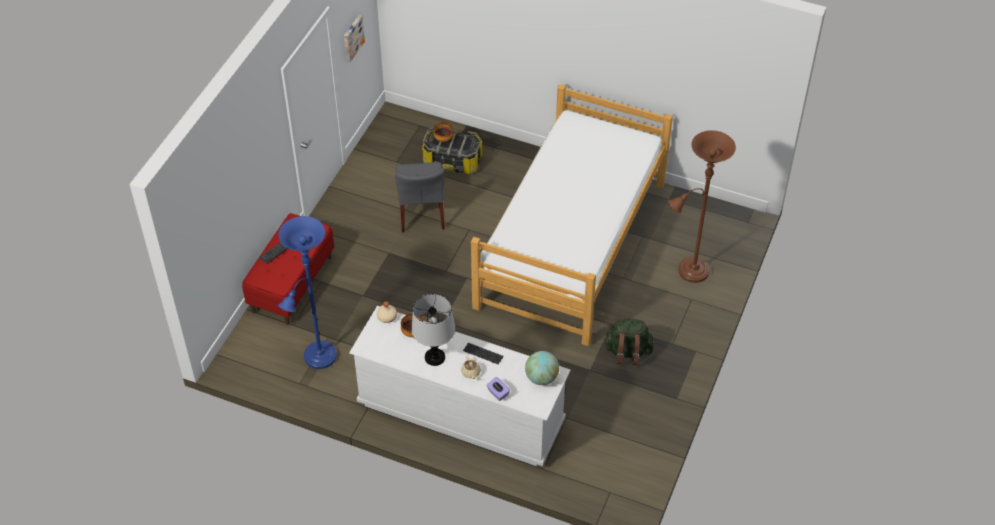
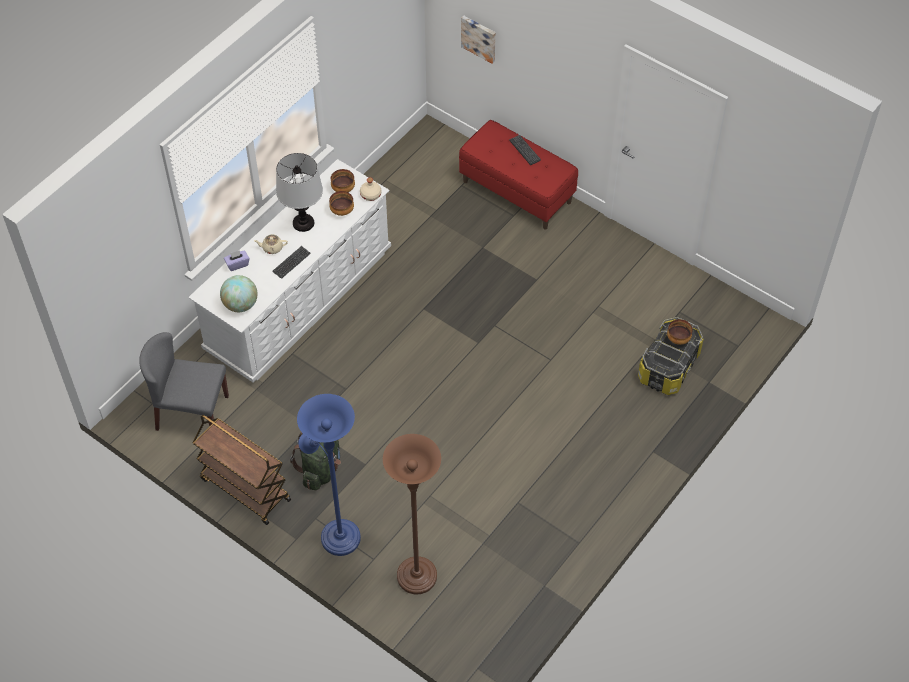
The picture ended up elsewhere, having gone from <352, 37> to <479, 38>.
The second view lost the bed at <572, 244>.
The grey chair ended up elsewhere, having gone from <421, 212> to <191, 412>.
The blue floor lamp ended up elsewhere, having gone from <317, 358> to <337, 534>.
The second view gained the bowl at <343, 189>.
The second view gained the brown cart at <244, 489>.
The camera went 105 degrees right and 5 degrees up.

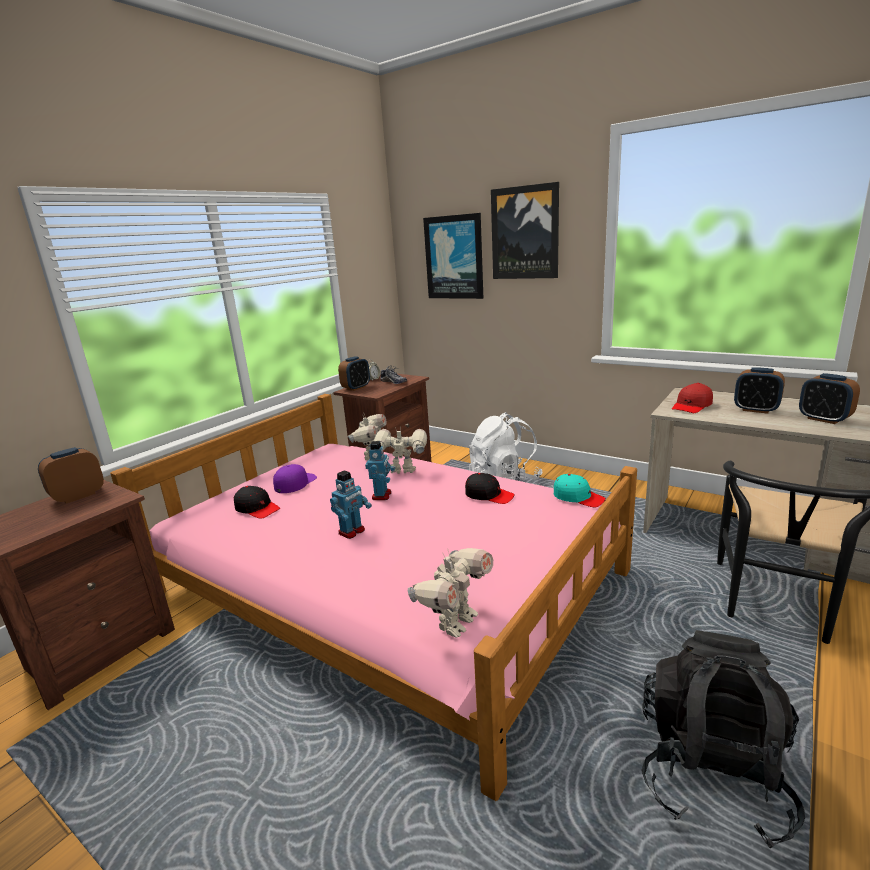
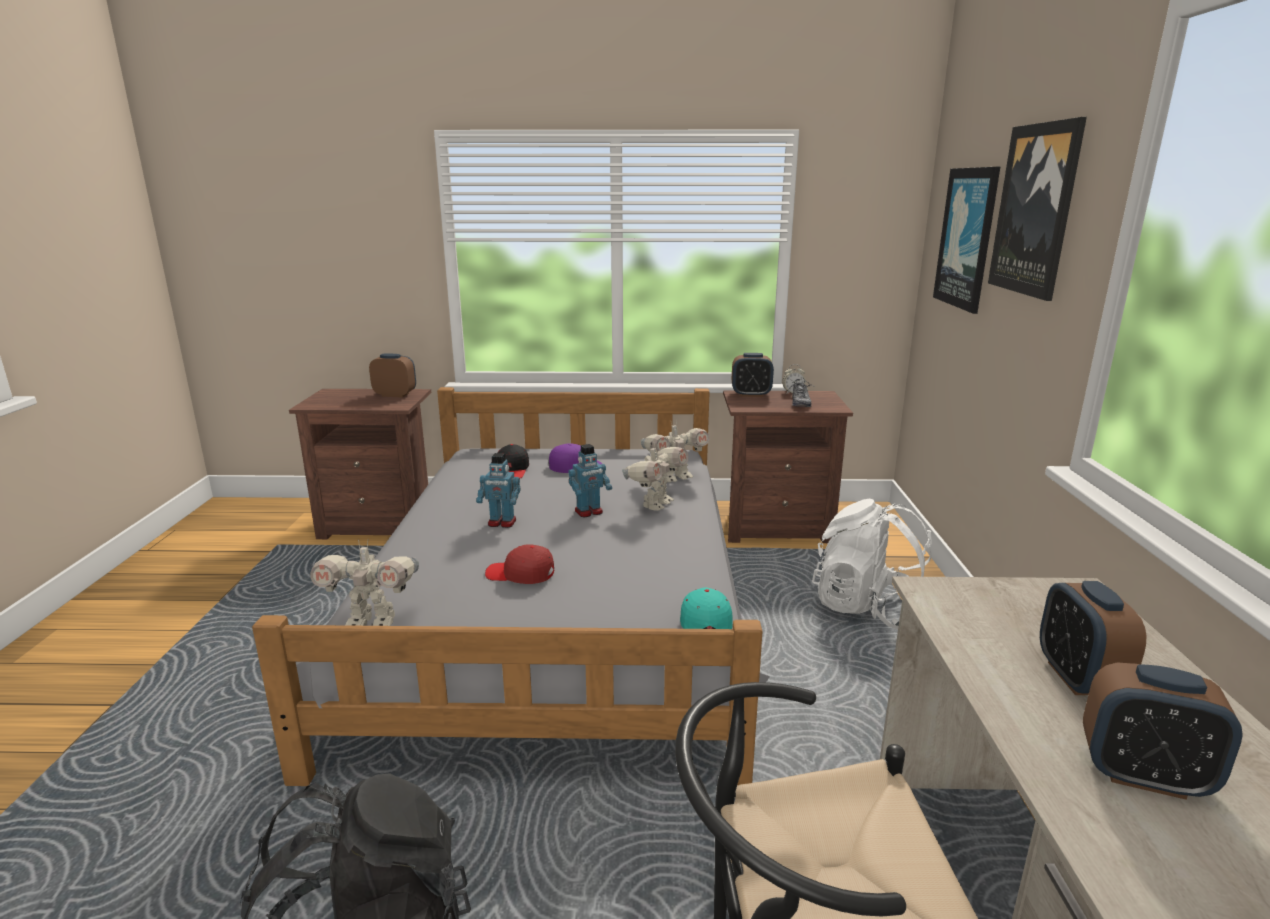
The alarm clock at <824, 419> ended up facing another way, 90 degrees counterclockwise from before.
The red cap ended up elsewhere, having gone from <692, 406> to <521, 574>.
What was the pink bed at <388, 583> turned into the grey bed at <557, 610>.
The toy robot at <402, 472> ended up facing another way, 60 degrees clockwise from before.
The second view lost the black cap at <489, 495>.
The camera went 55 degrees right and 0 degrees up.

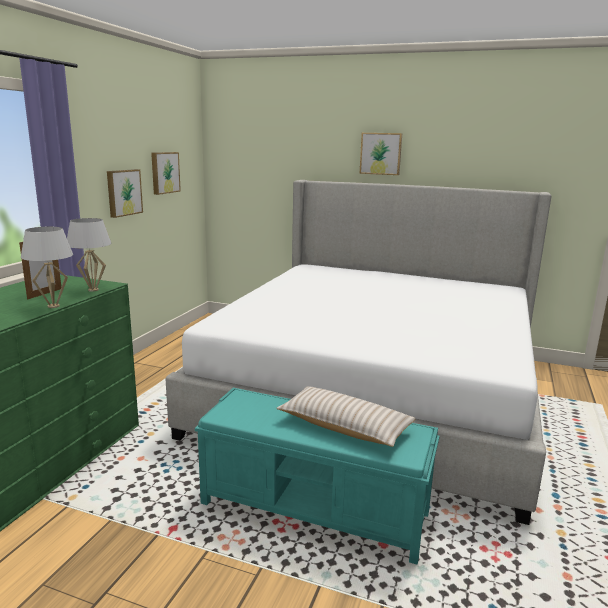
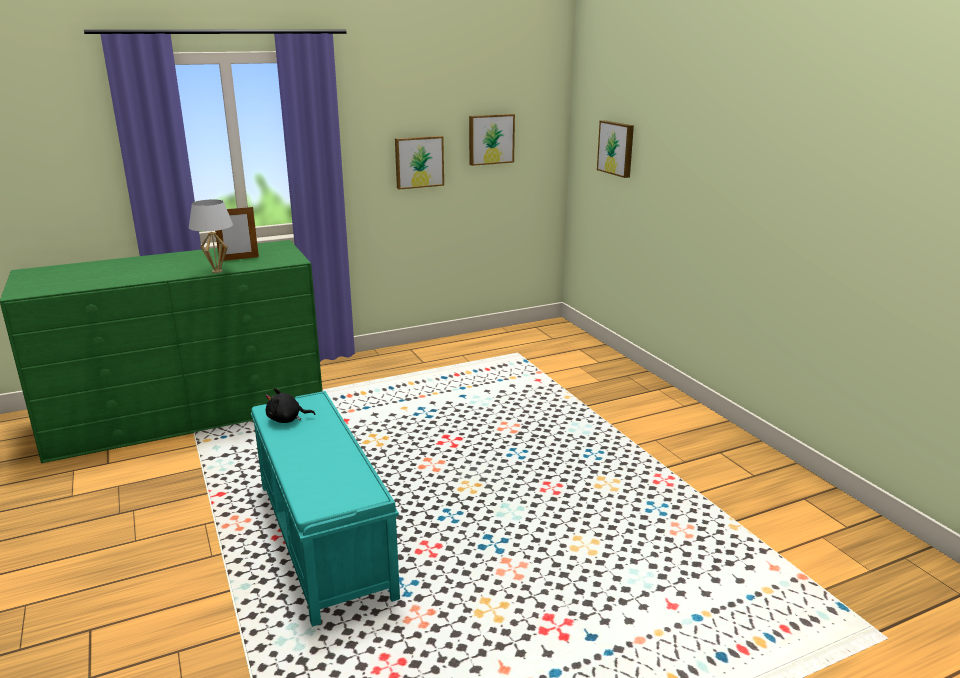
The picture ended up elsewhere, having gone from <381, 153> to <617, 148>.
The second view lost the bed at <375, 394>.
The second view lost the white table lamp at <93, 290>.
The second view lost the beige pillow at <344, 427>.
The second view gained the black plush toy at <287, 419>.
The camera went 45 degrees right and 5 degrees up.

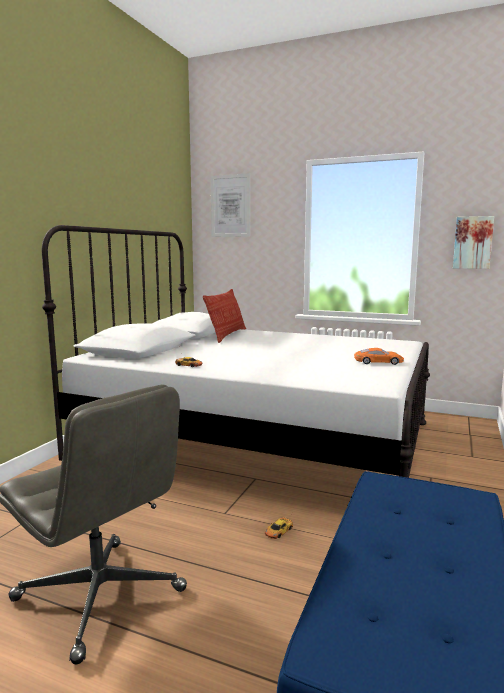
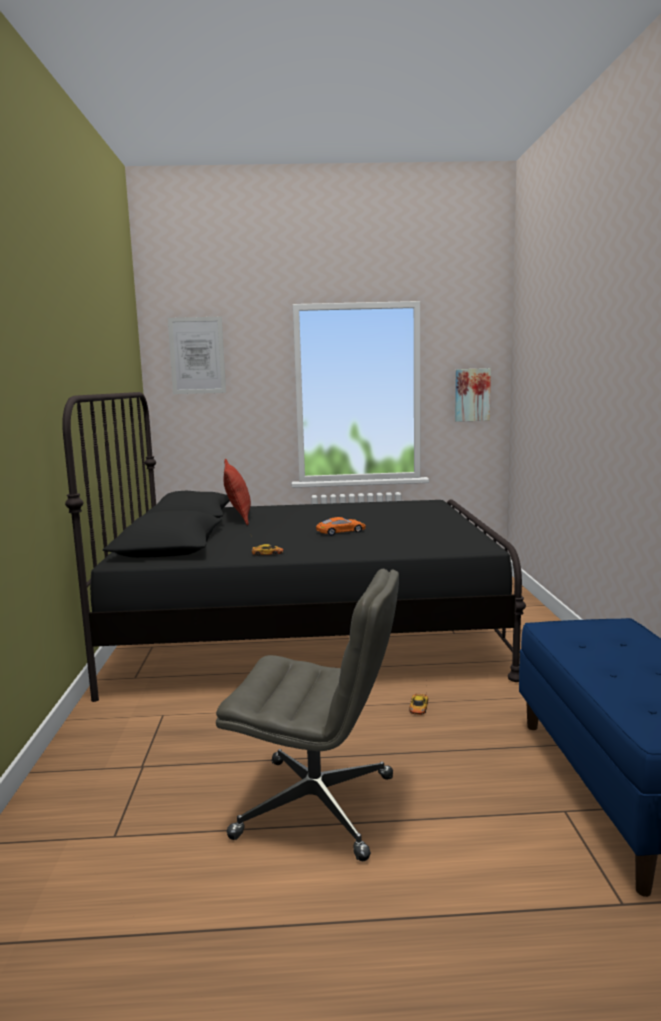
What was the white bed at <257, 440> turned into the black bed at <305, 631>.
The orange toy car ended up elsewhere, having gone from <378, 362> to <341, 531>.
The camera went 25 degrees left and 0 degrees up.

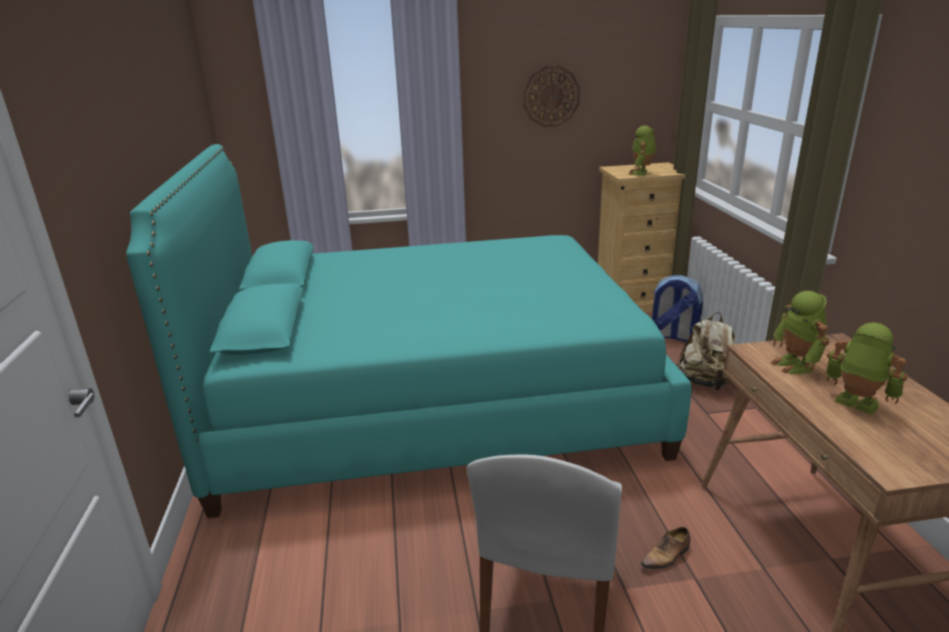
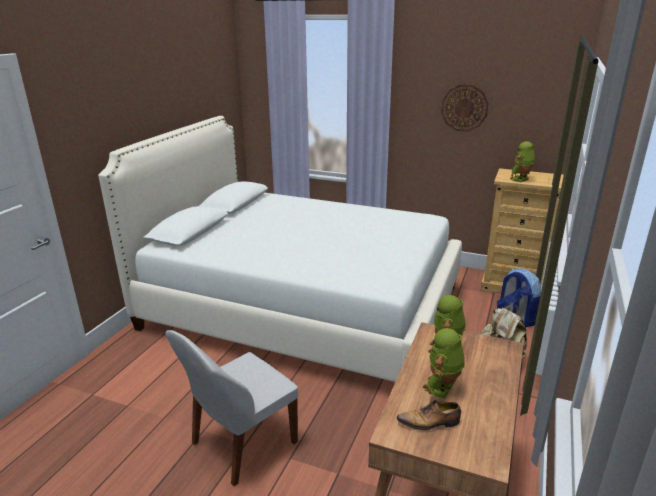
What was the turquoise bed at <433, 399> turned into the white bed at <303, 307>.
The toy robot at <855, 404> ended up facing another way, 135 degrees counterclockwise from before.
The shoe ended up elsewhere, having gone from <666, 556> to <430, 422>.
The camera went 30 degrees right and 0 degrees up.

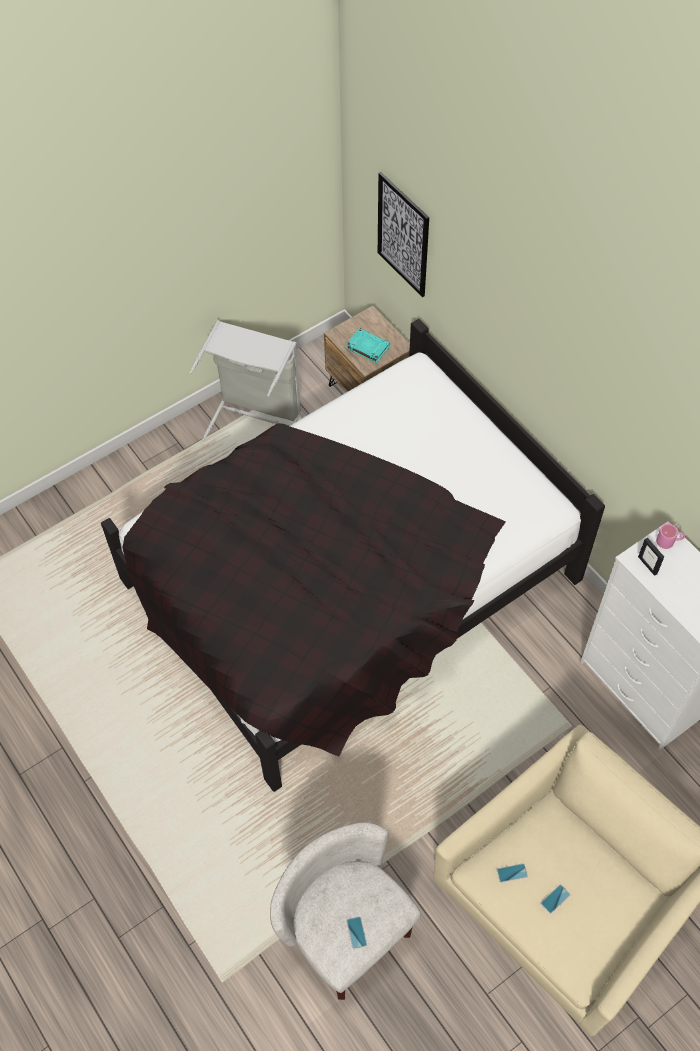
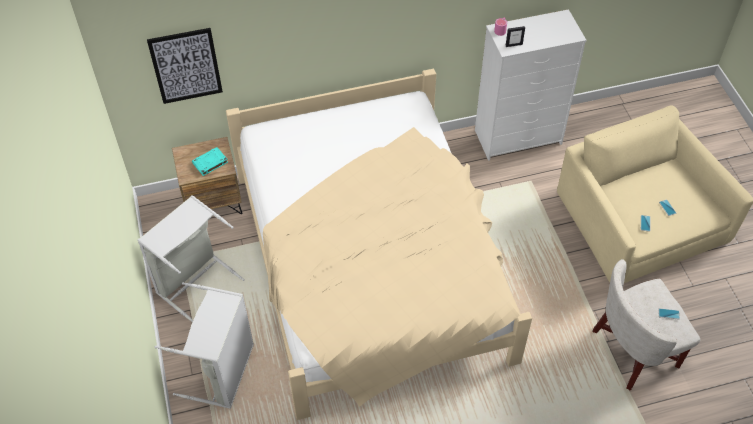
What was the black bed at <349, 582> turned into the beige bed at <372, 266>.
The second view gained the grey laundry basket at <223, 372>.
The camera went 70 degrees left and 5 degrees down.

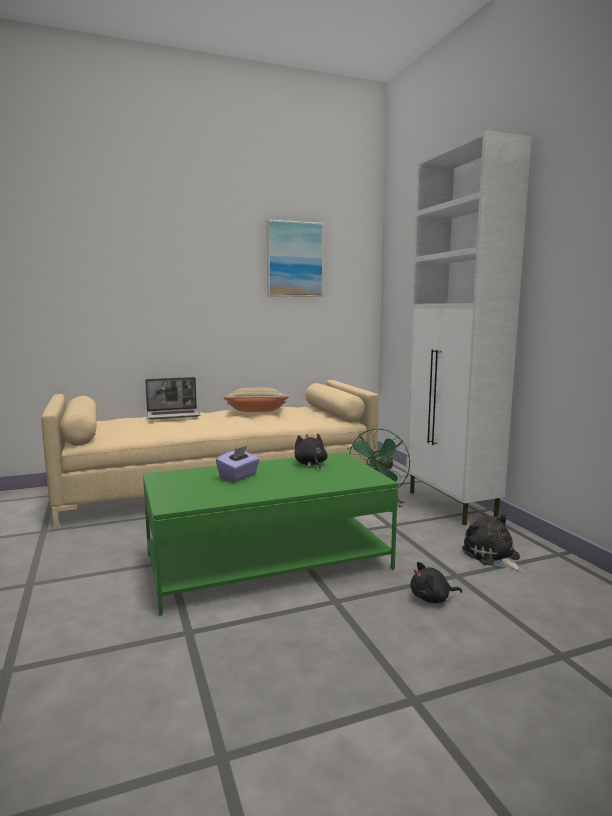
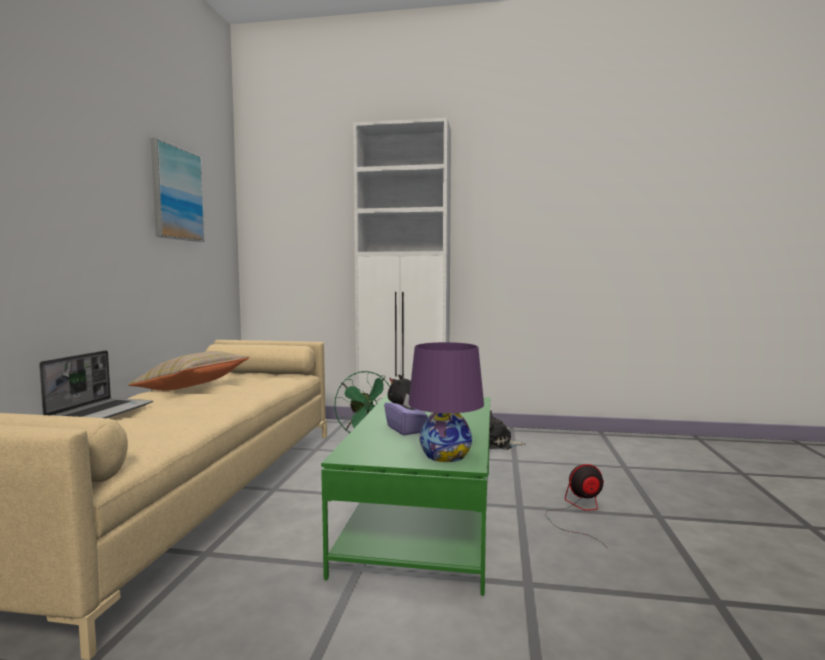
The second view lost the black plush toy at <432, 598>.
The second view gained the purple table lamp at <445, 455>.
The second view gained the fan at <579, 511>.
The camera went 60 degrees left and 5 degrees down.

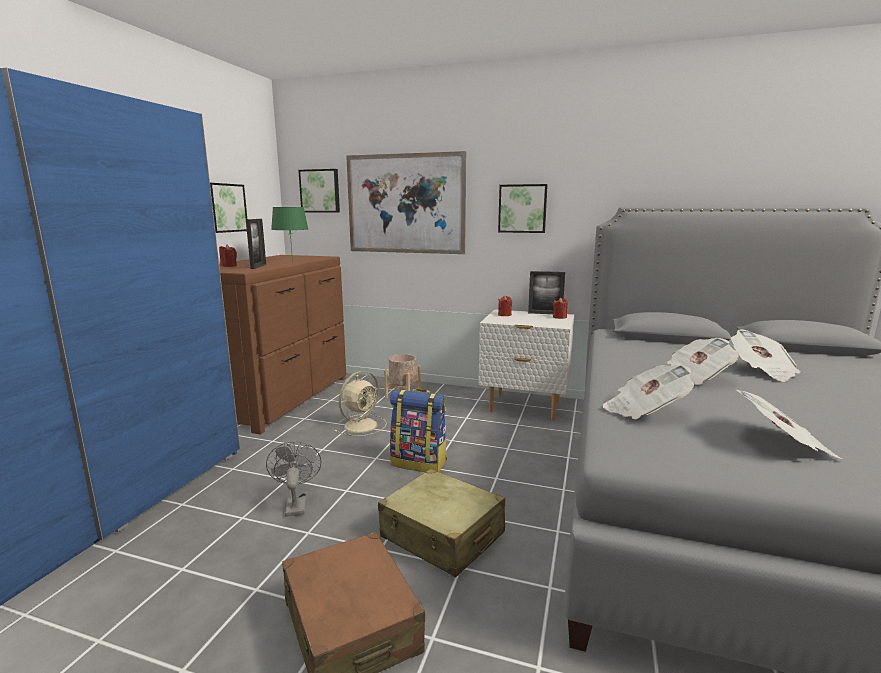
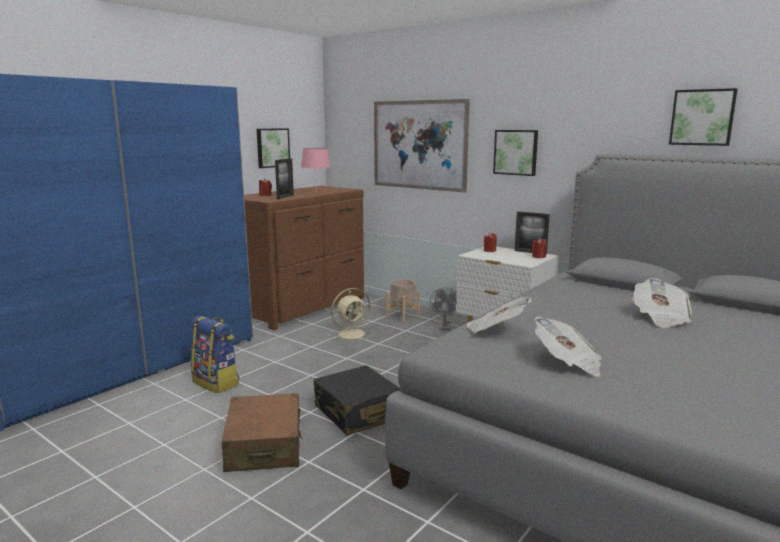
The picture ended up elsewhere, having gone from <320, 191> to <702, 117>.
What was the green table lamp at <292, 262> turned into the pink table lamp at <316, 193>.
The second view lost the newspaper at <694, 378>.
The backpack ended up elsewhere, having gone from <419, 462> to <216, 383>.
The grey fan ended up elsewhere, having gone from <296, 504> to <444, 326>.
What was the beige suitcase at <442, 536> turned into the black suitcase at <358, 412>.
The camera went 20 degrees right and 0 degrees up.

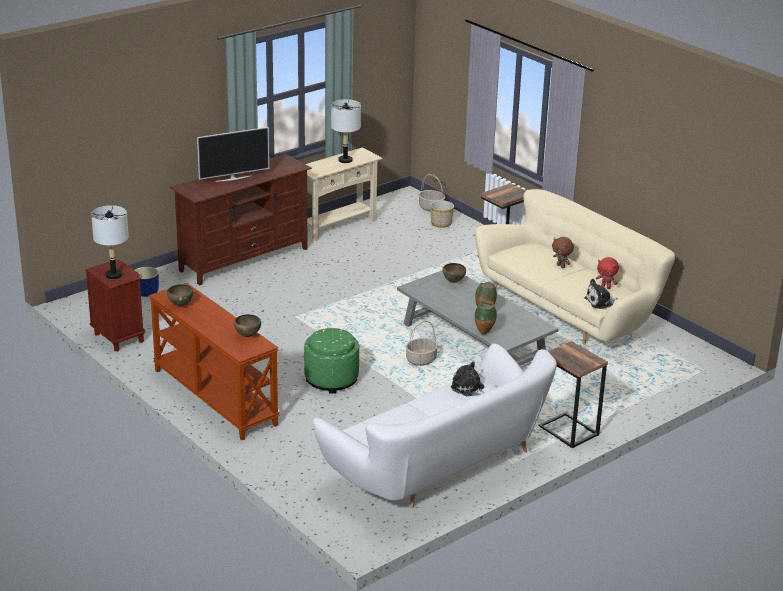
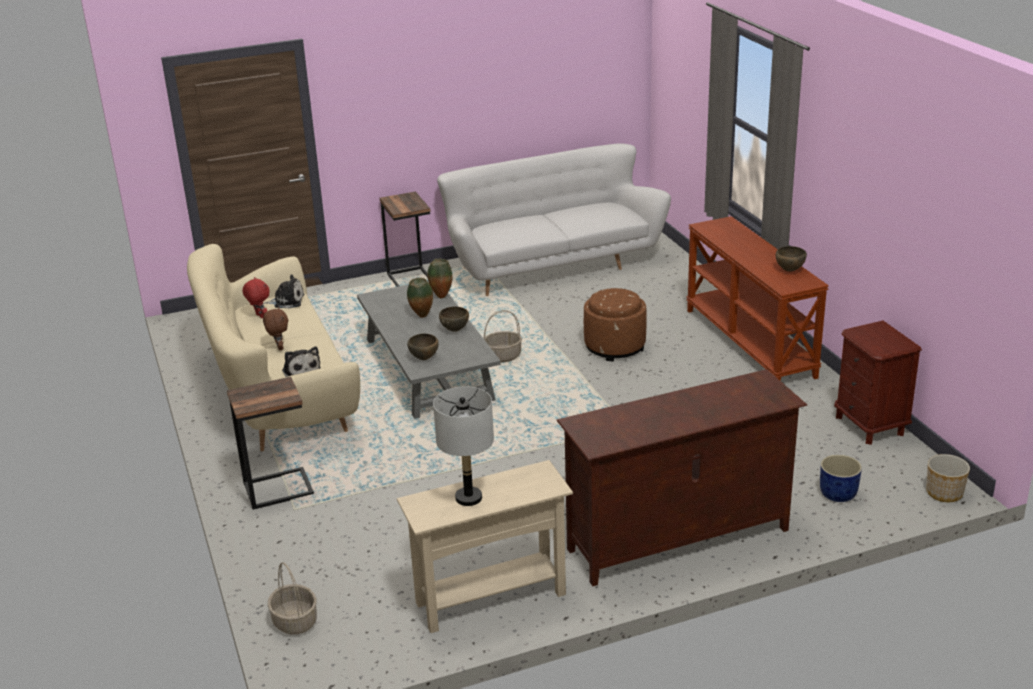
The second view lost the television at <233, 178>.
The planter ended up elsewhere, having gone from <441, 223> to <944, 493>.
The second view lost the grey table lamp at <113, 275>.
The brown bowl ended up elsewhere, having gone from <247, 336> to <455, 330>.
What was the green ottoman at <331, 379> turned into the brown ottoman at <615, 347>.
The plush toy ended up elsewhere, having gone from <469, 389> to <301, 370>.
The camera went 160 degrees left and 0 degrees up.

